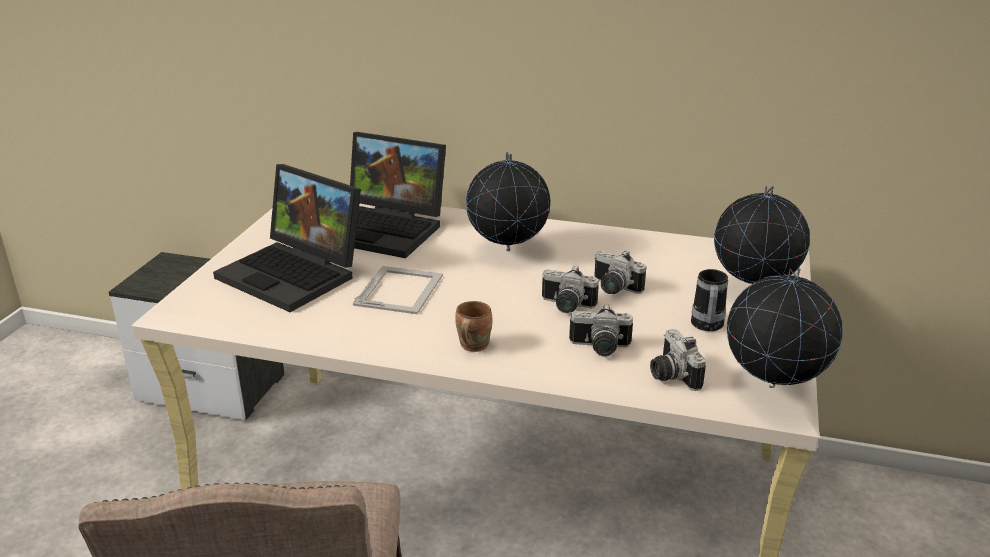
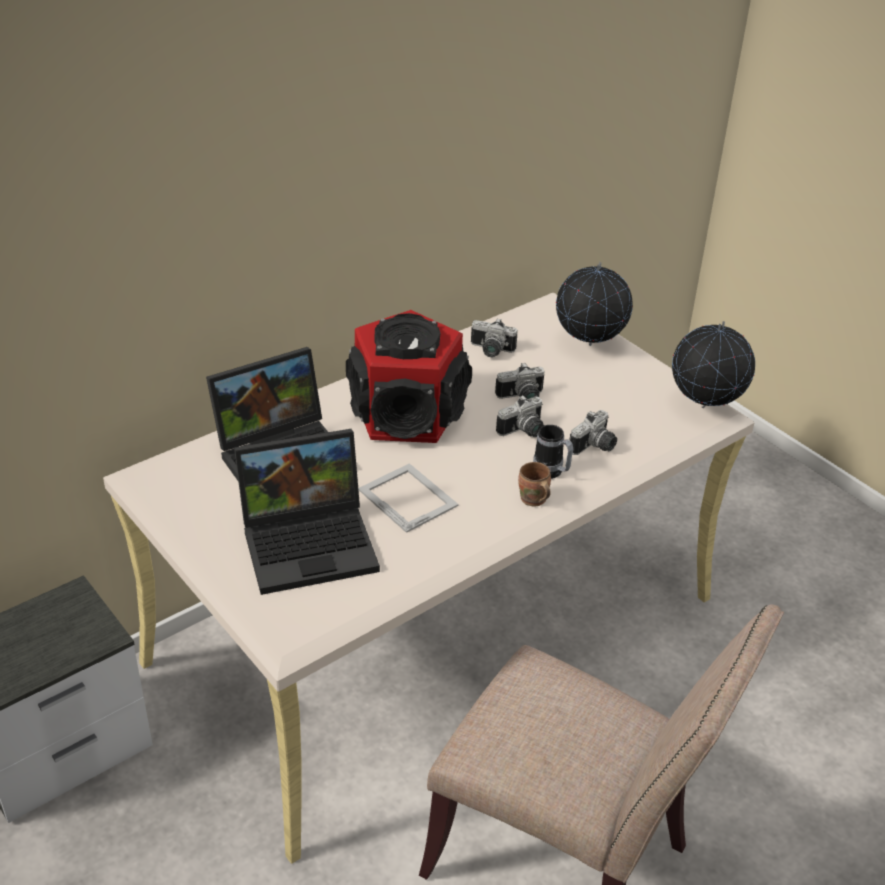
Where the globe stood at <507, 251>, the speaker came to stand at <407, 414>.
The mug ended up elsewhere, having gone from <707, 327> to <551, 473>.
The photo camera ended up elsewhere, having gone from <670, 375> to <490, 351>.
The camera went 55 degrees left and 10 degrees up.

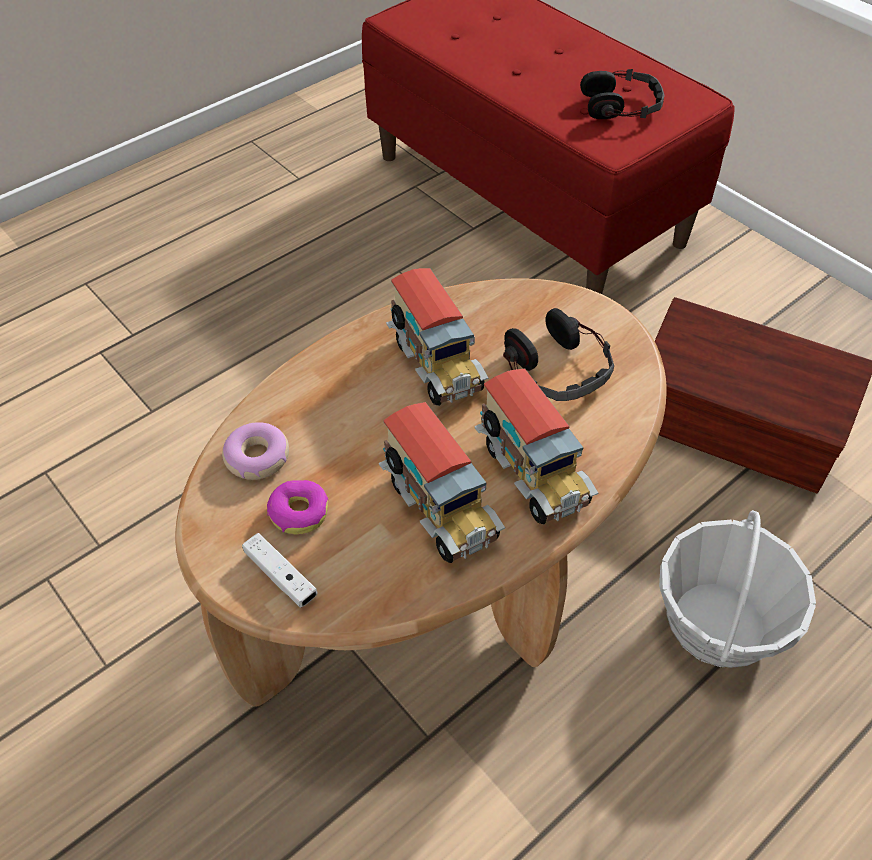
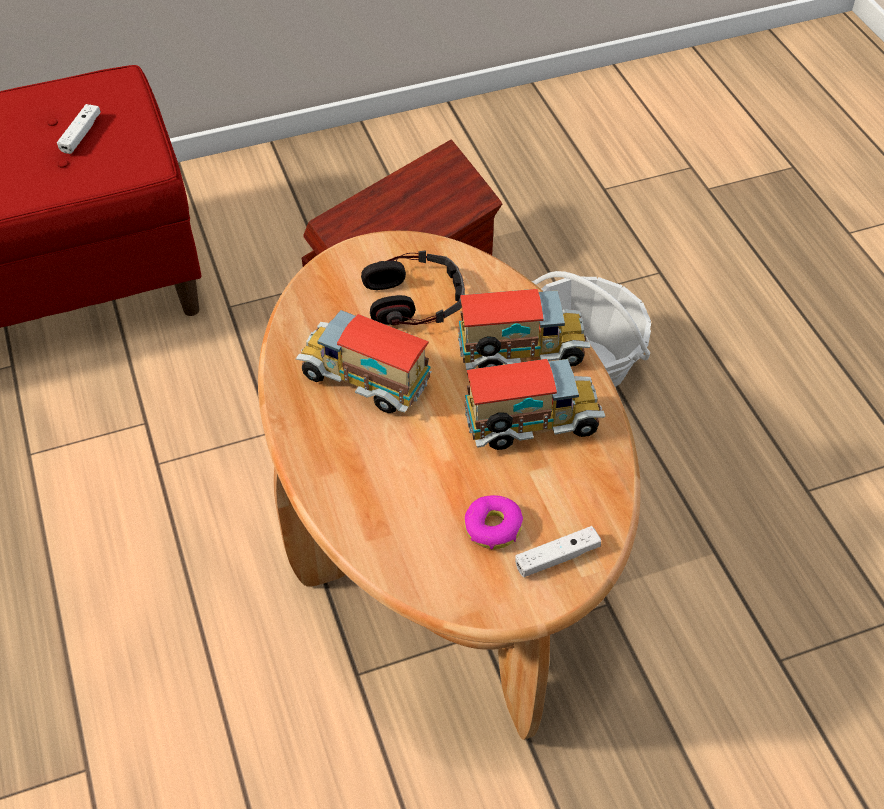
Where the headphones stood at <621, 105>, the white game controller came to stand at <81, 134>.
The toy truck at <435, 365> ended up facing another way, 150 degrees counterclockwise from before.
The second view lost the donut at <257, 457>.
The camera went 70 degrees left and 0 degrees up.

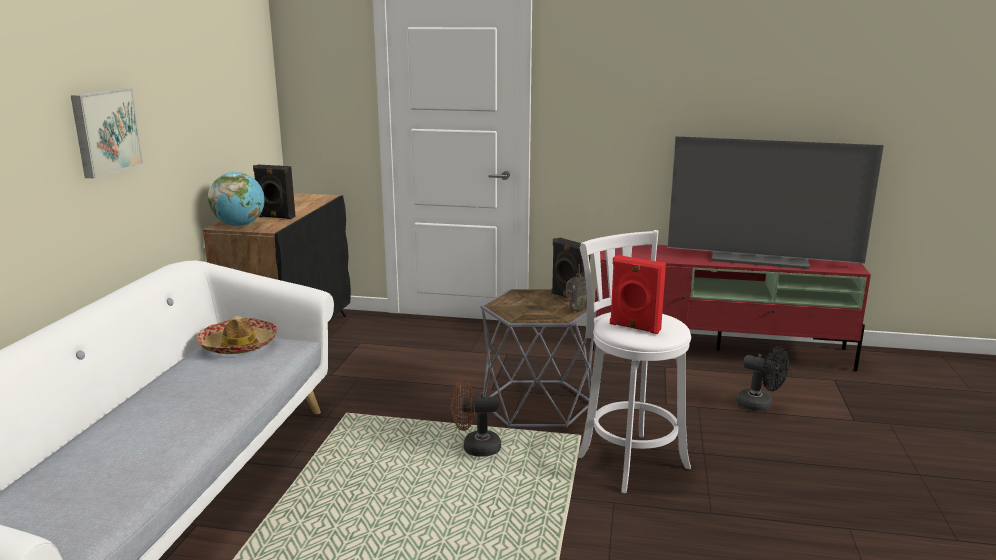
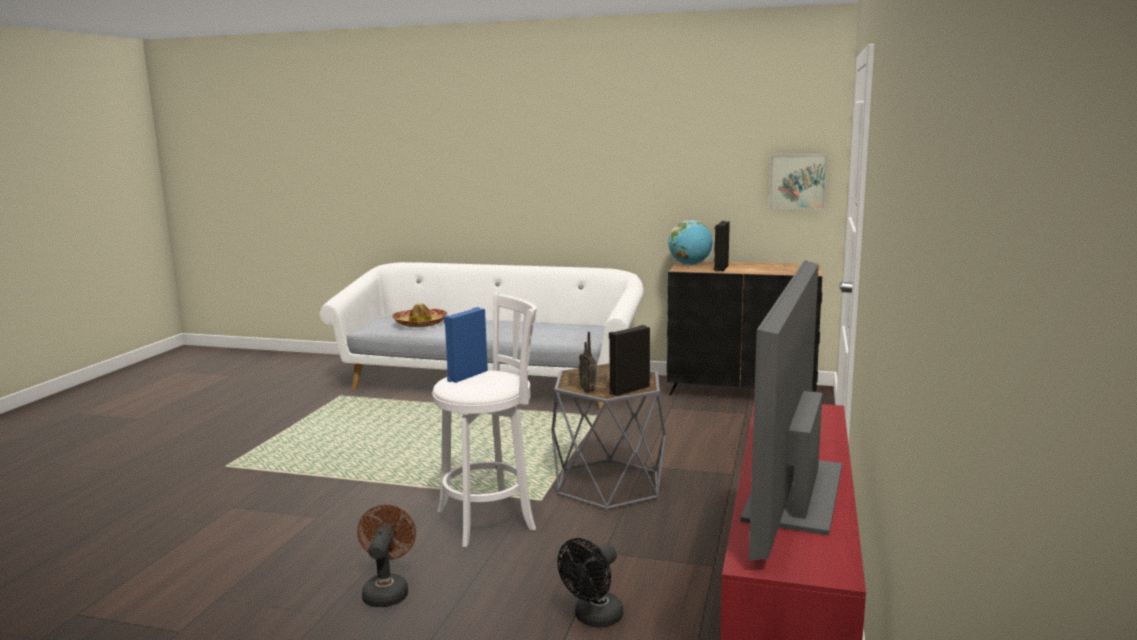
The picture ended up elsewhere, having gone from <104, 131> to <797, 181>.
What was the red speaker at <634, 327> turned into the blue speaker at <466, 375>.
The hat ended up elsewhere, having gone from <239, 345> to <420, 323>.
The brown fan ended up elsewhere, having gone from <475, 448> to <387, 591>.
The camera went 95 degrees right and 5 degrees down.

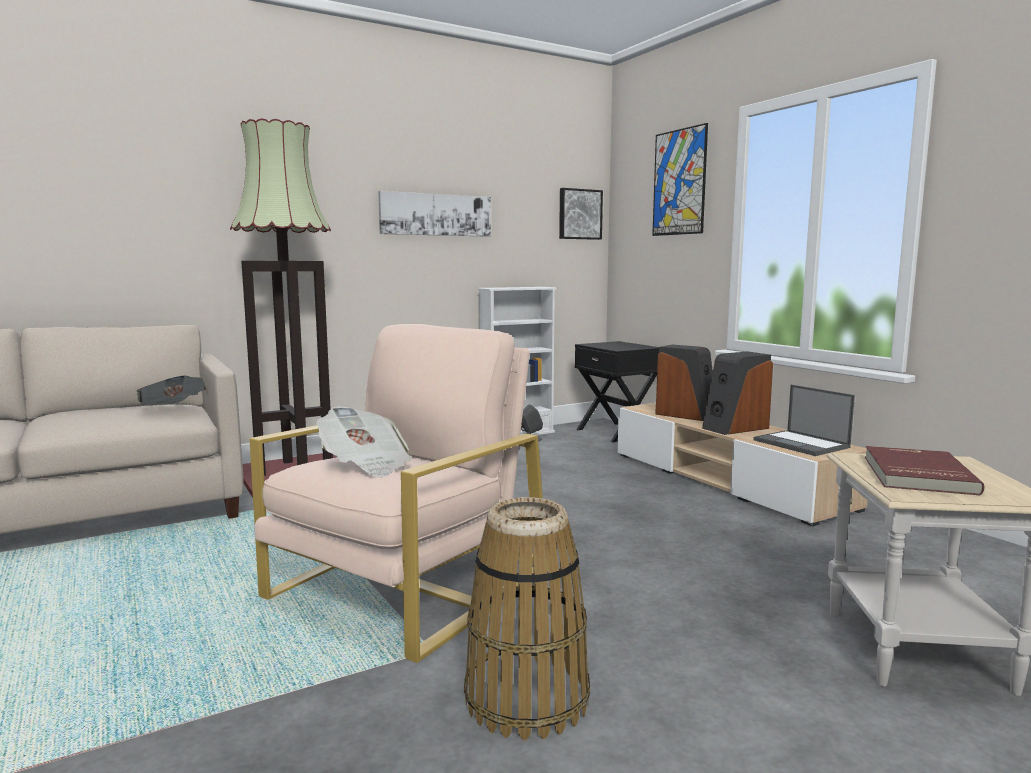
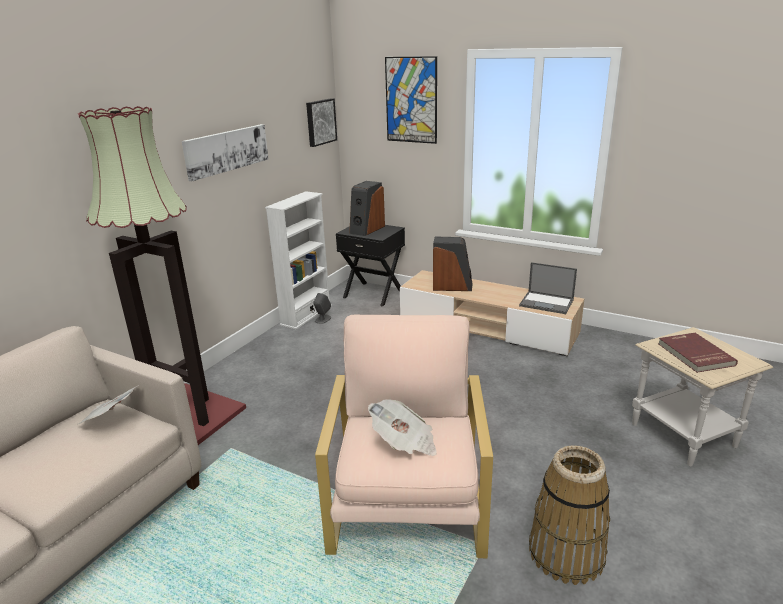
The speaker ended up elsewhere, having gone from <735, 428> to <367, 229>.
The camera went 30 degrees left and 15 degrees up.

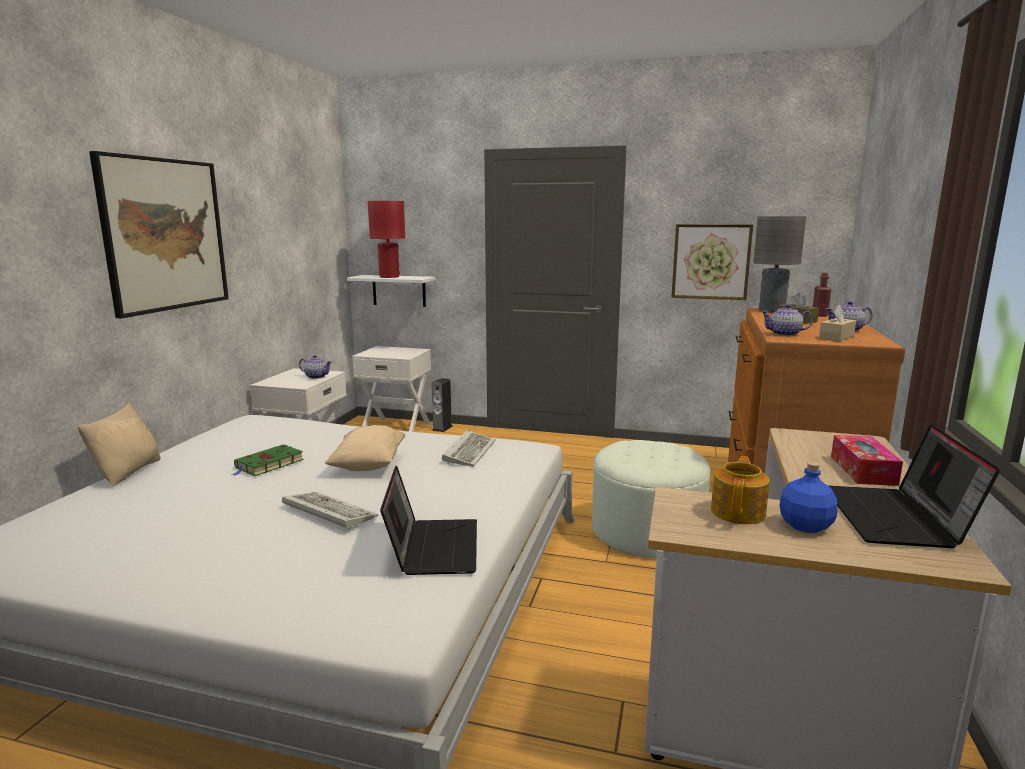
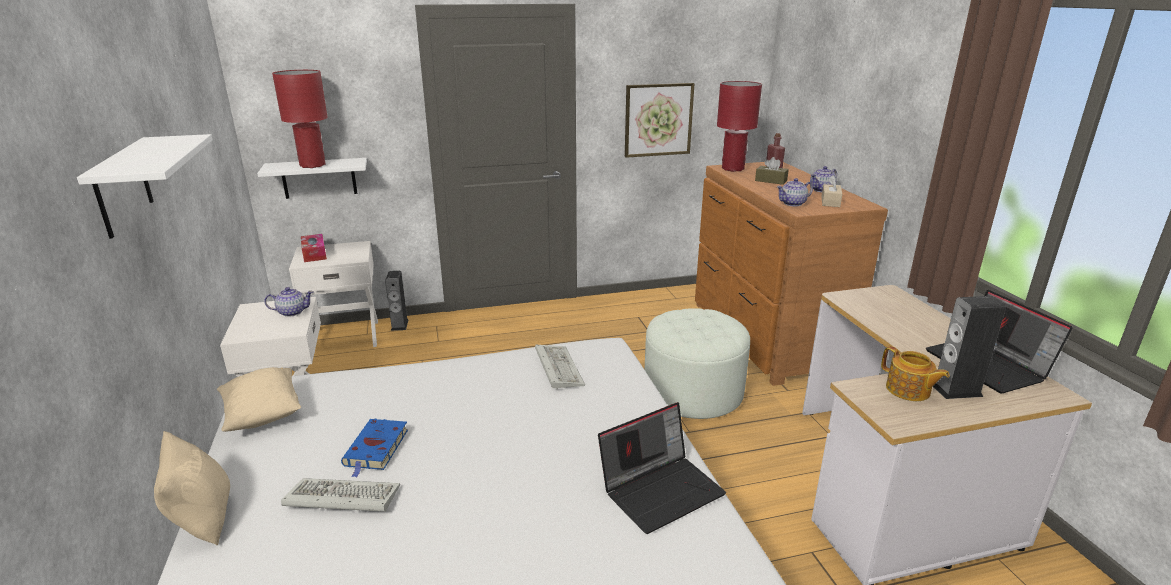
Where the picture hung at <165, 235>, the white shelf came to hang at <122, 187>.
What was the grey table lamp at <771, 311> turned into the red table lamp at <732, 168>.
The beige pillow ended up elsewhere, having gone from <368, 465> to <263, 415>.
The tissue box ended up elsewhere, having gone from <863, 470> to <314, 254>.
What was the green book at <268, 464> turned into the blue book at <376, 449>.
The teapot at <738, 512> ended up facing another way, 150 degrees clockwise from before.
Where the blue bottle stood at <806, 526>, the speaker came to stand at <956, 390>.
The laptop at <432, 547> ended up facing another way, 90 degrees clockwise from before.
The keyboard ended up elsewhere, having gone from <326, 512> to <339, 499>.
The camera went 30 degrees left and 10 degrees up.

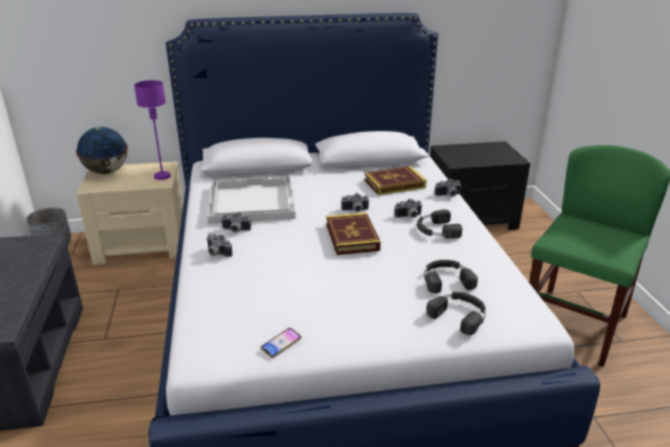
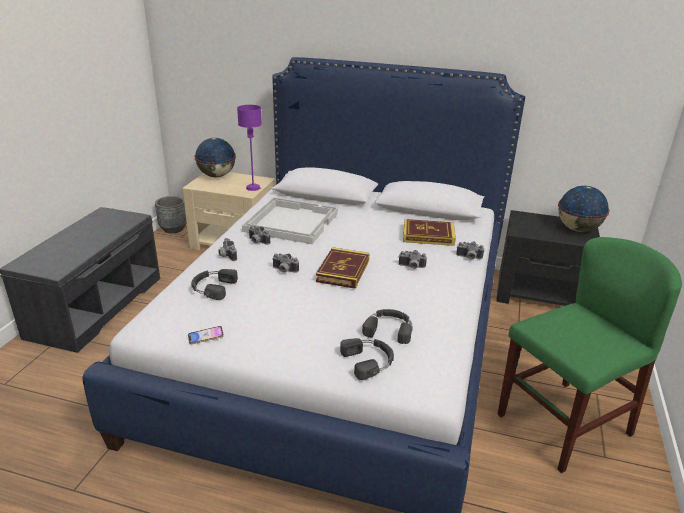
The photo camera ended up elsewhere, having gone from <355, 211> to <284, 270>.
The black headphones ended up elsewhere, having gone from <436, 230> to <212, 287>.
The second view gained the globe at <578, 229>.
The camera went 25 degrees right and 0 degrees up.

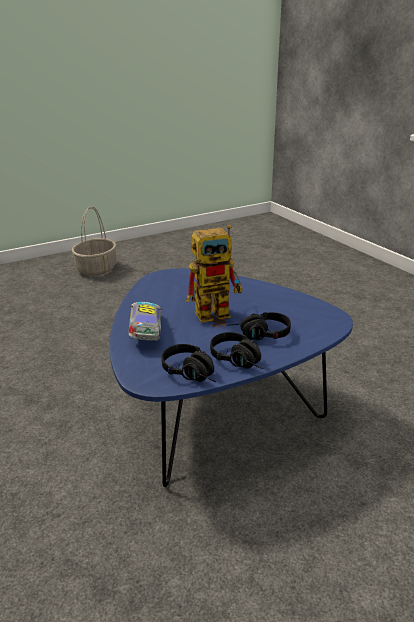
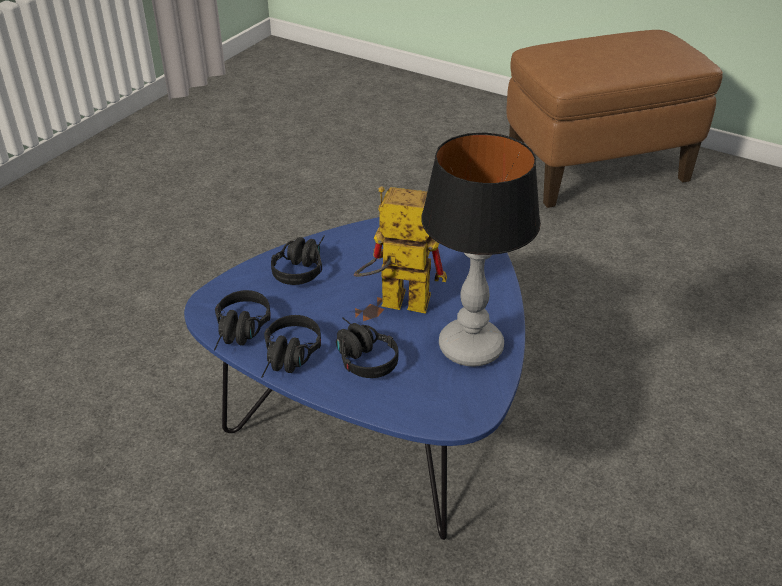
Where the basket stood at <97, 269>, the brown ottoman came to stand at <596, 171>.
The toy robot at <218, 311> ended up facing another way, 150 degrees clockwise from before.
Where the toy car stood at <146, 332>, the black headphones came to stand at <302, 267>.
The second view gained the table lamp at <469, 348>.
The camera went 60 degrees right and 10 degrees up.

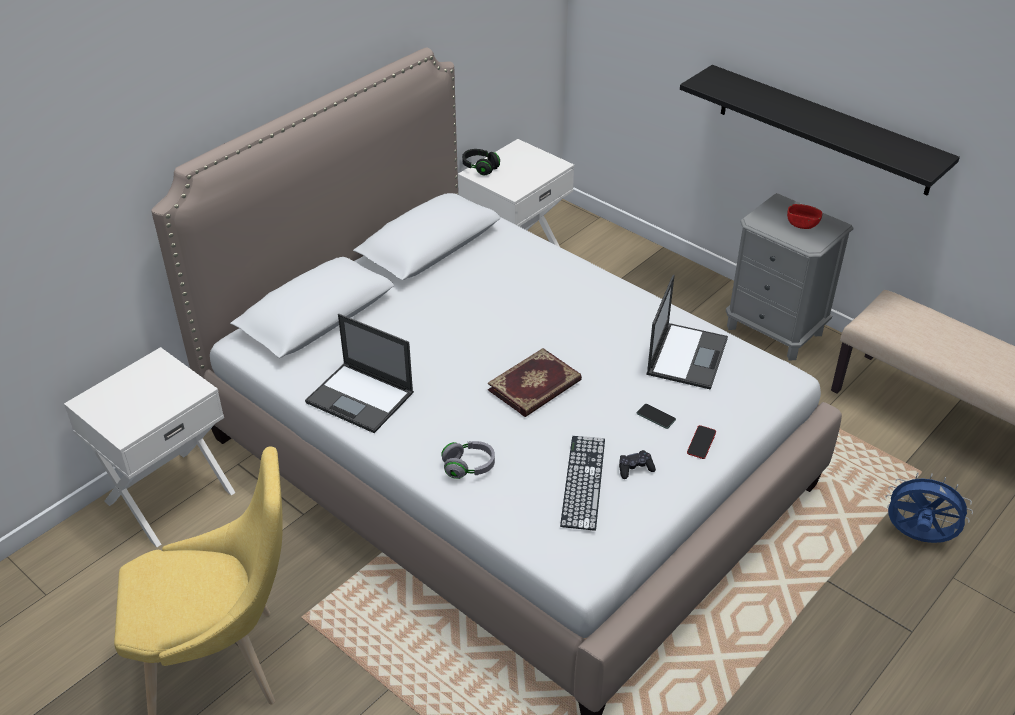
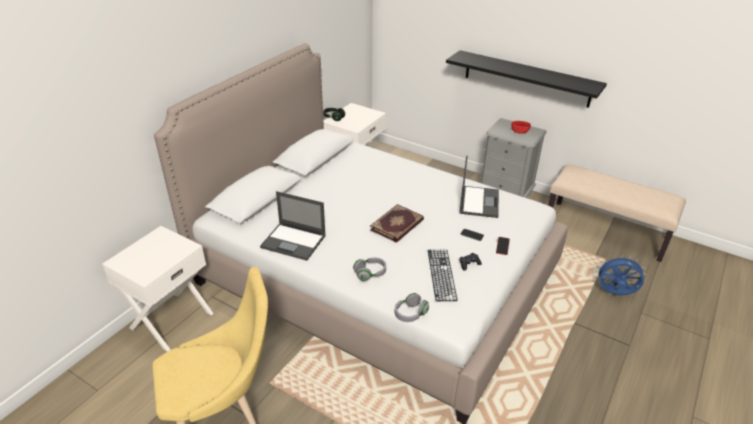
The second view gained the grey headphones at <410, 314>.
The camera went 10 degrees left and 5 degrees down.

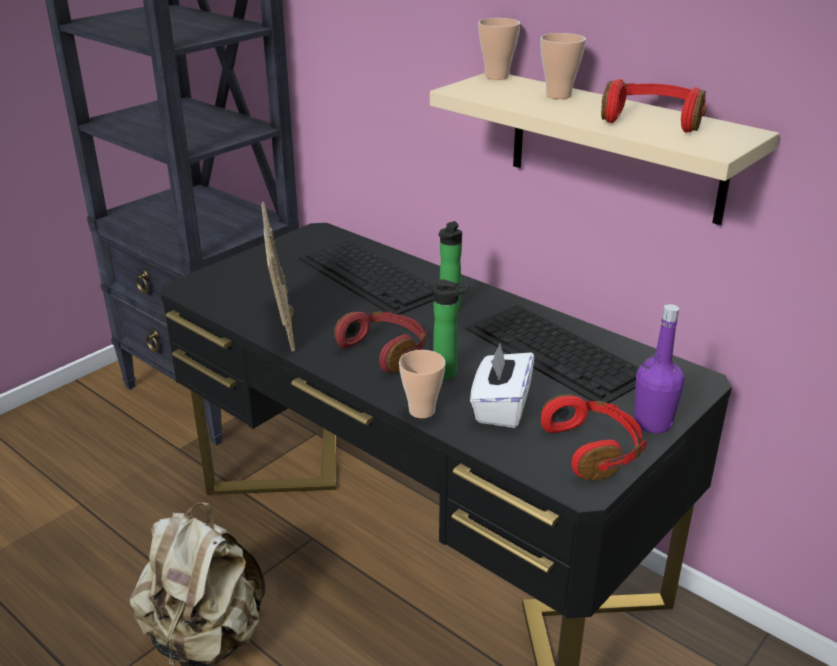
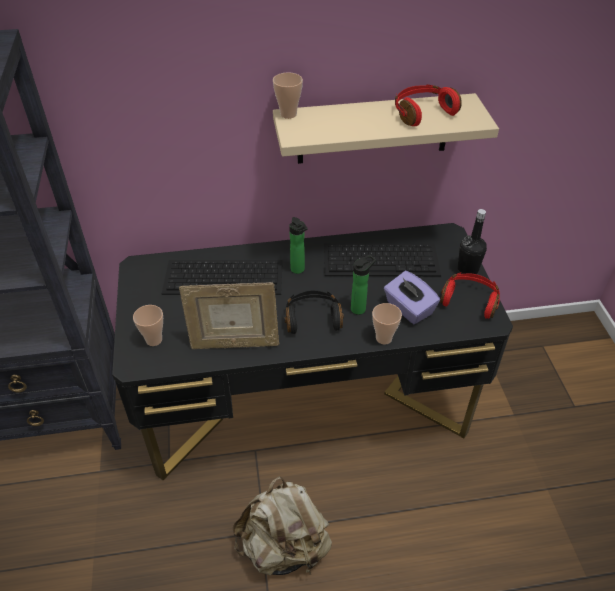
The cup ended up elsewhere, having gone from <558, 95> to <154, 340>.
The picture frame at <282, 323> ended up facing another way, 150 degrees clockwise from before.
What was the purple bottle at <652, 423> turned into the black bottle at <467, 269>.
What was the red headphones at <385, 350> turned into the black headphones at <312, 318>.
What was the white tissue box at <500, 407> turned into the purple tissue box at <408, 309>.
The camera went 50 degrees left and 15 degrees up.

